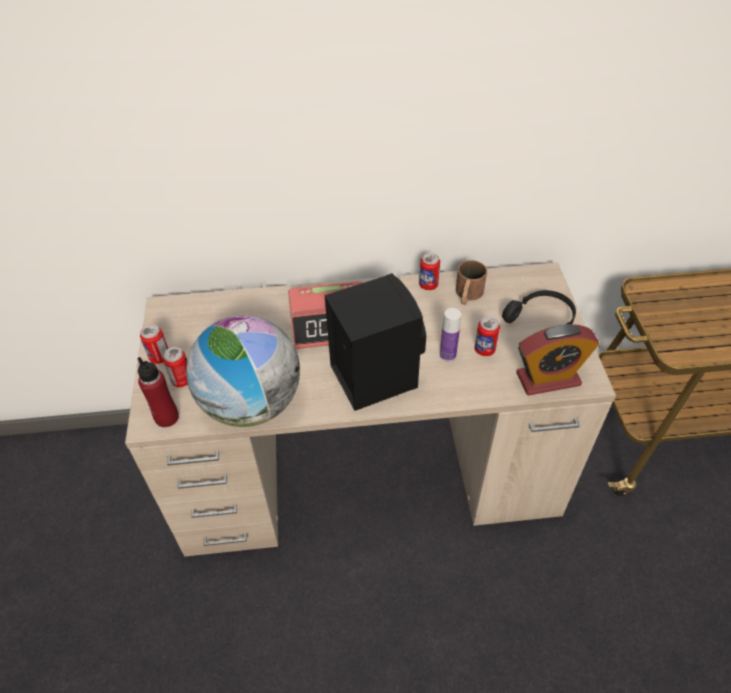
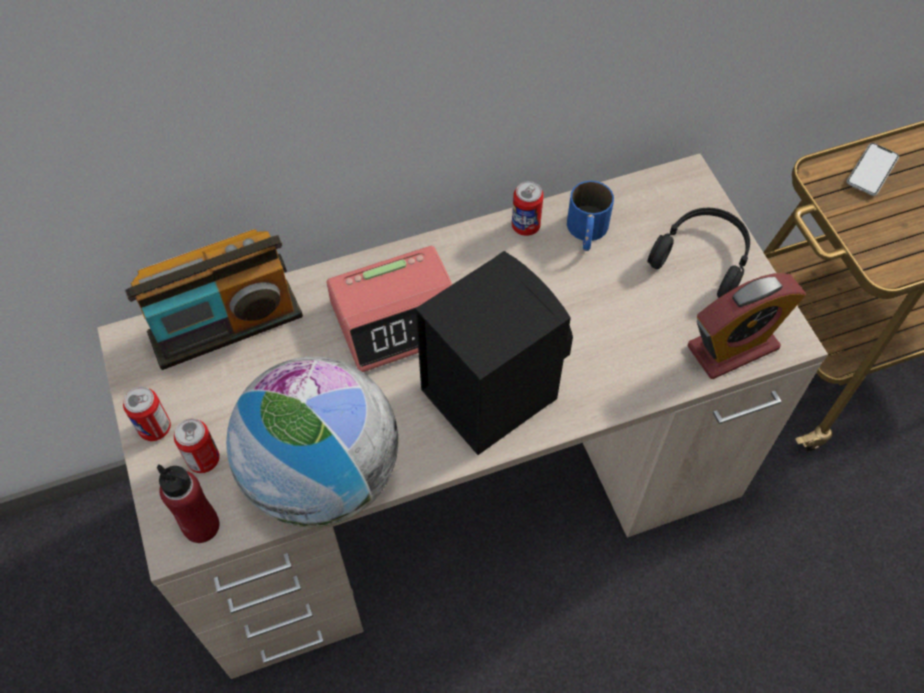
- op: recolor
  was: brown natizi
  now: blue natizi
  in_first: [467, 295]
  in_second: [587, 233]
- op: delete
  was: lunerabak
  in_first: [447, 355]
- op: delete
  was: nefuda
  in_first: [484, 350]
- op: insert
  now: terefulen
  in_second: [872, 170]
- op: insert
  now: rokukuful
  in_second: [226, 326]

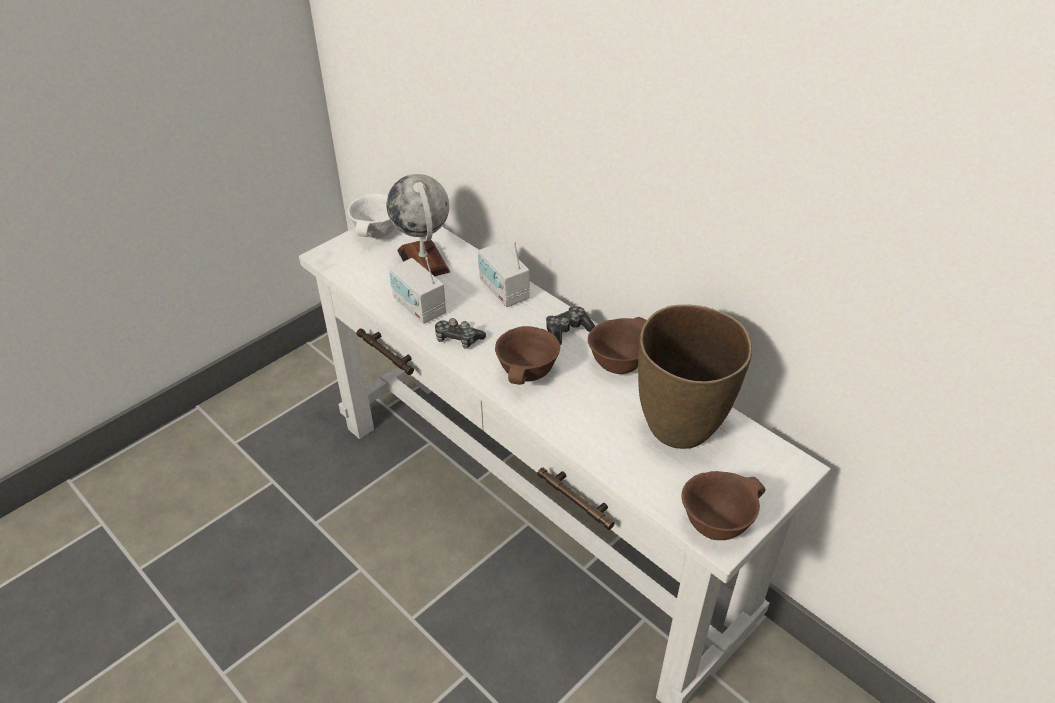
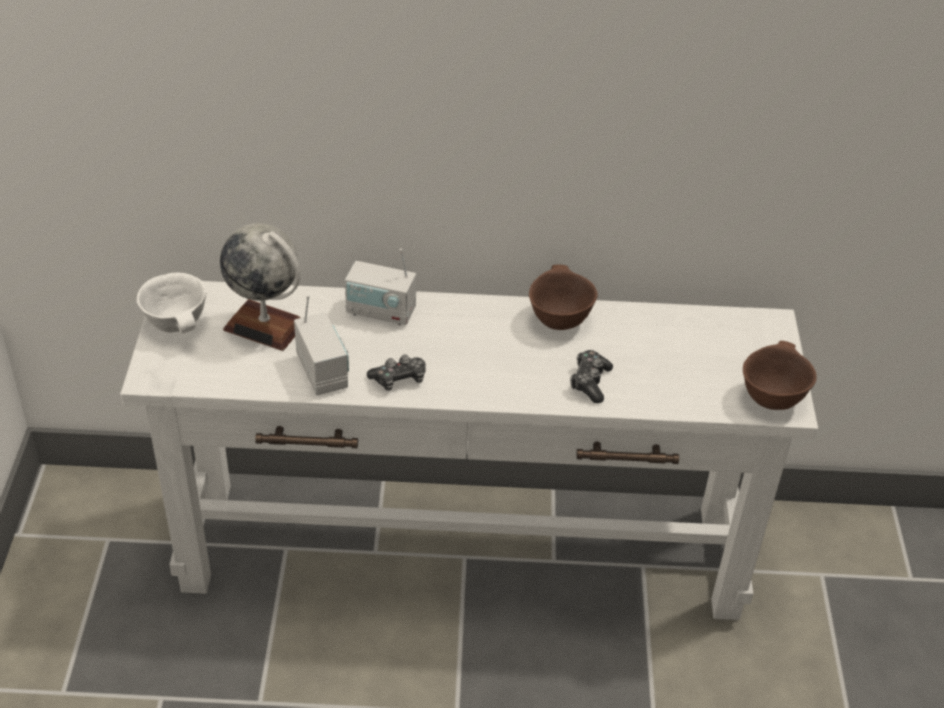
- op: rotate
  was: rokukuful
  in_first: [419, 307]
  in_second: [322, 372]
  clockwise: -120
- op: delete
  was: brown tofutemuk
  in_first: [681, 428]
- op: move
  was: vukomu
  in_first: [567, 331]
  in_second: [590, 382]
- op: delete
  was: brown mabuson
  in_first: [528, 374]

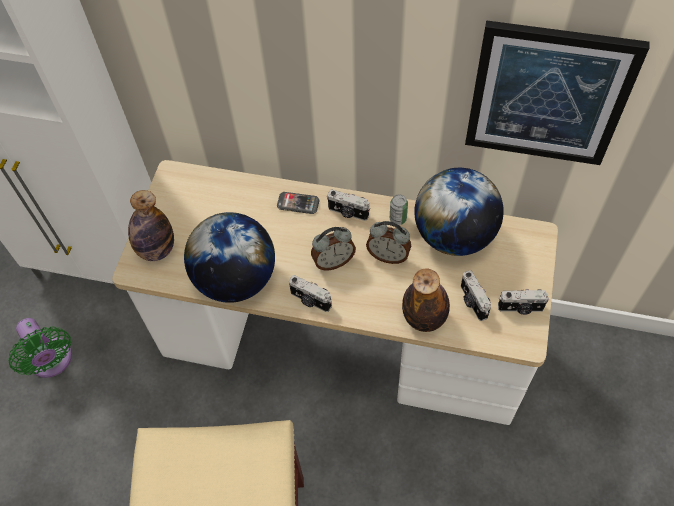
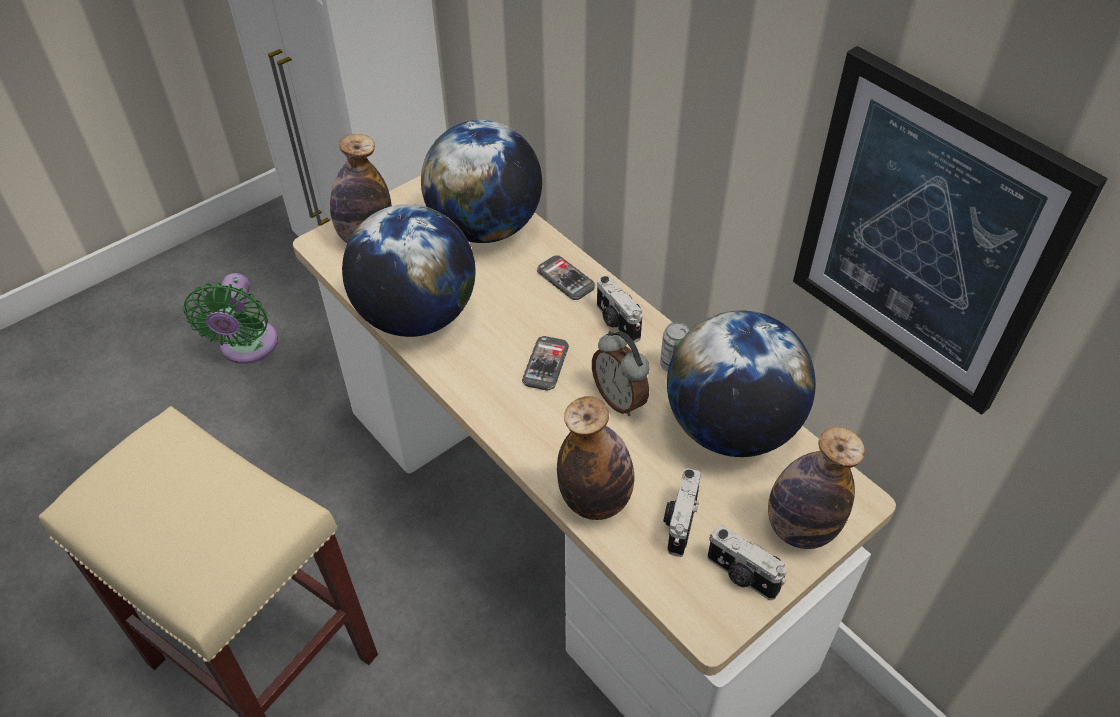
- op: replace
  was: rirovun
  now: terefulen
  in_first: [333, 261]
  in_second: [545, 364]
- op: delete
  was: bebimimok
  in_first: [310, 300]
- op: insert
  now: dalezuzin
  in_second: [485, 227]
- op: insert
  now: lunerabak
  in_second: [800, 528]

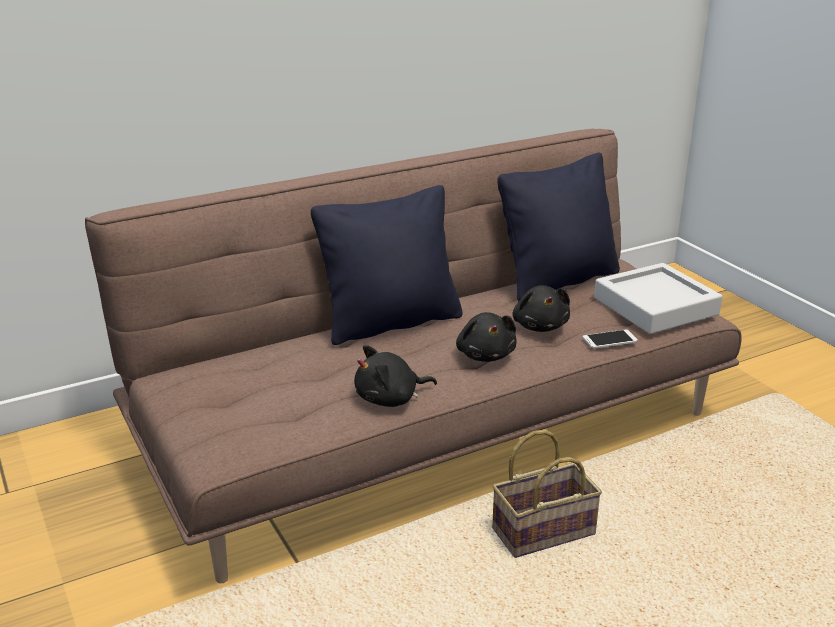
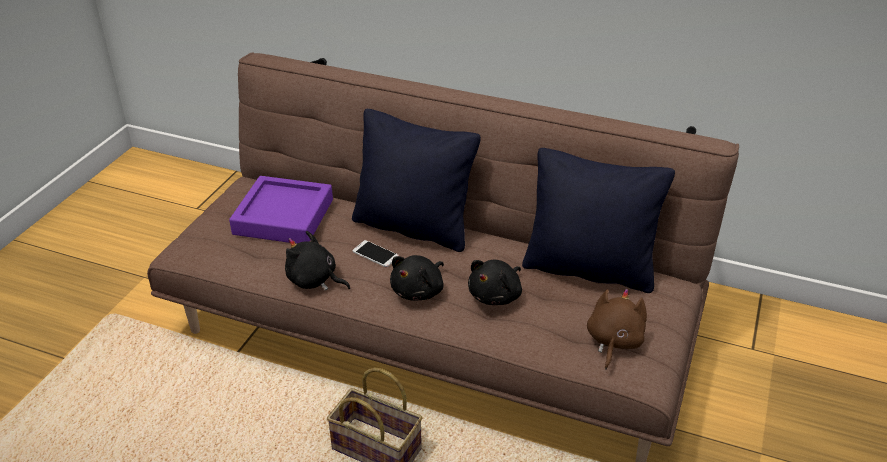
- op: replace
  was: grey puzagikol
  now: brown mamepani
  in_first: [655, 306]
  in_second: [613, 341]
- op: move
  was: terefulen
  in_first: [610, 339]
  in_second: [375, 254]
- op: insert
  now: purple puzagikol
  in_second: [283, 217]

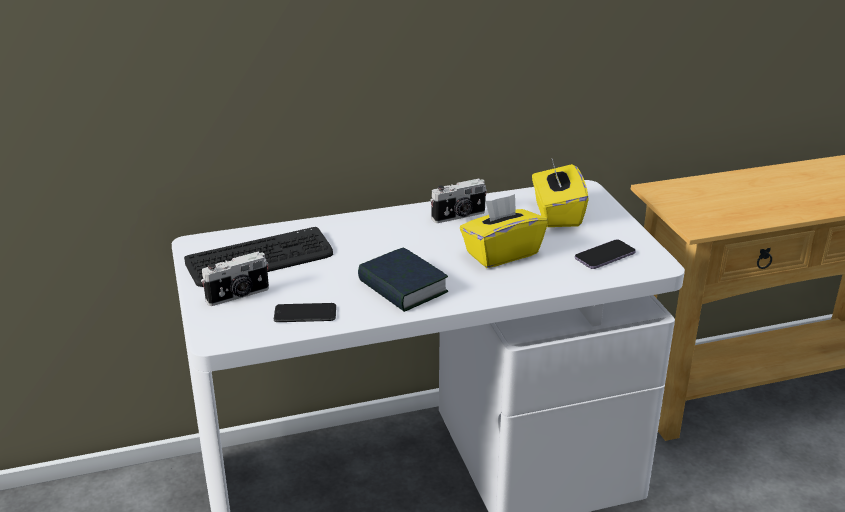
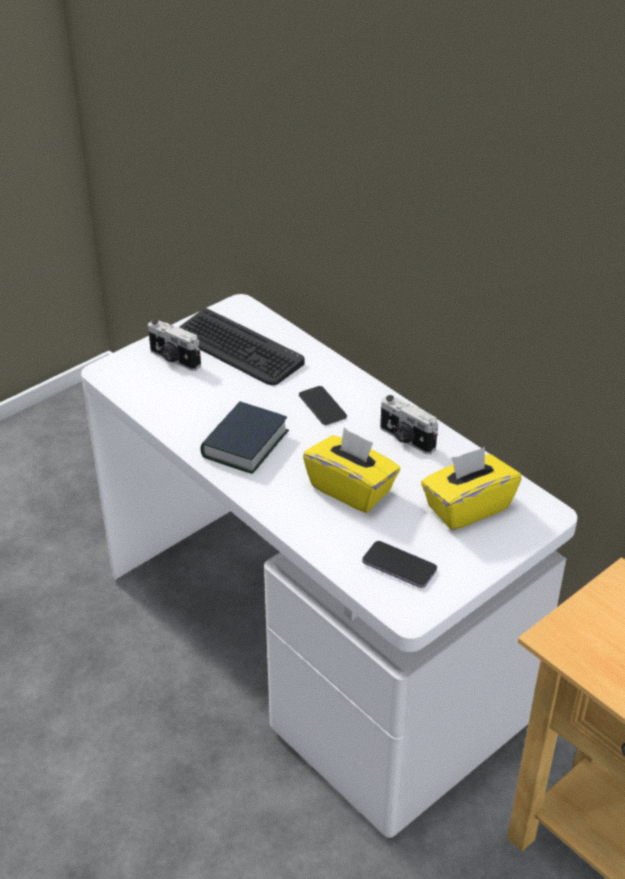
- op: move
  was: terefulen
  in_first: [305, 314]
  in_second: [322, 406]

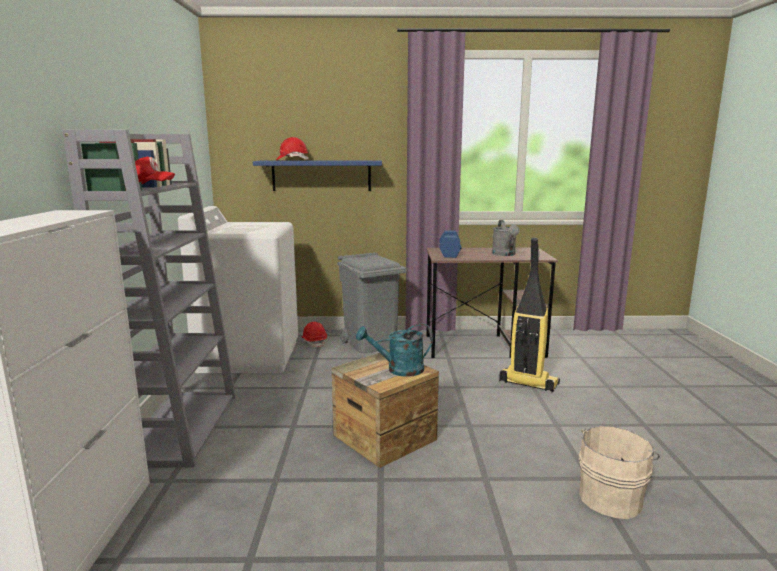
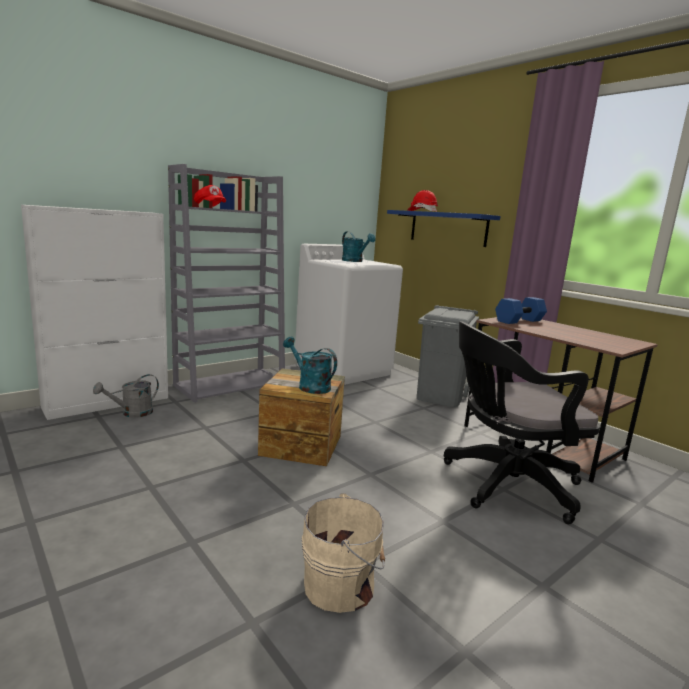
- op: move
  was: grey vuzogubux
  in_first: [505, 254]
  in_second: [132, 413]
- op: replace
  was: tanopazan
  now: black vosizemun
  in_first: [527, 383]
  in_second: [505, 484]
- op: delete
  was: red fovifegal
  in_first: [314, 342]
- op: insert
  now: turquoise vuzogubux
  in_second: [355, 261]

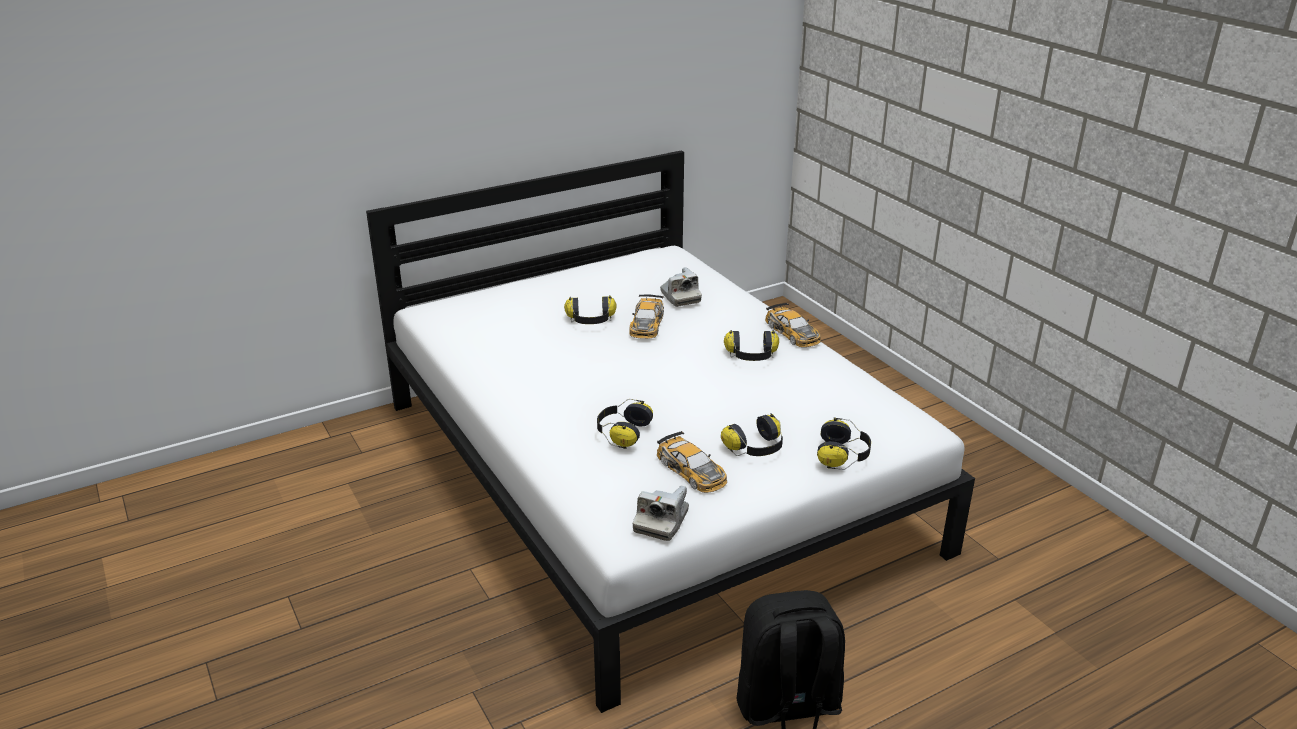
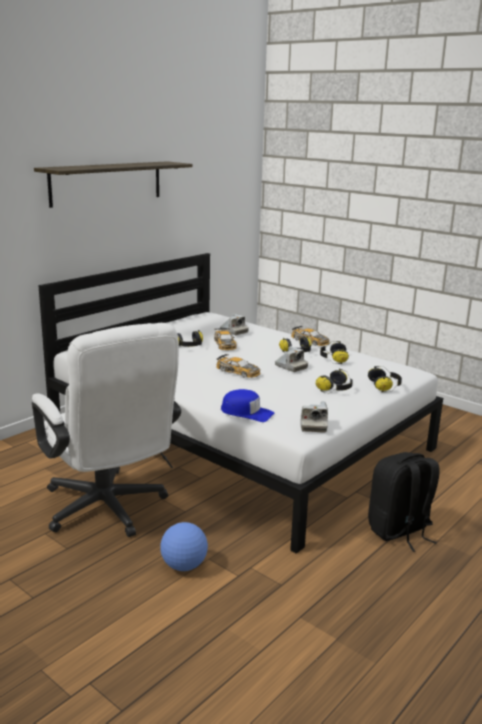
- op: move
  was: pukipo
  in_first: [622, 433]
  in_second: [333, 359]
- op: move
  was: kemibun
  in_first: [692, 471]
  in_second: [238, 371]
- op: insert
  now: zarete
  in_second: [107, 183]
- op: insert
  now: white vosizemun
  in_second: [109, 511]
- op: insert
  now: bebimimok
  in_second: [291, 367]
- op: insert
  now: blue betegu
  in_second: [247, 412]
- op: insert
  now: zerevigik
  in_second: [183, 566]

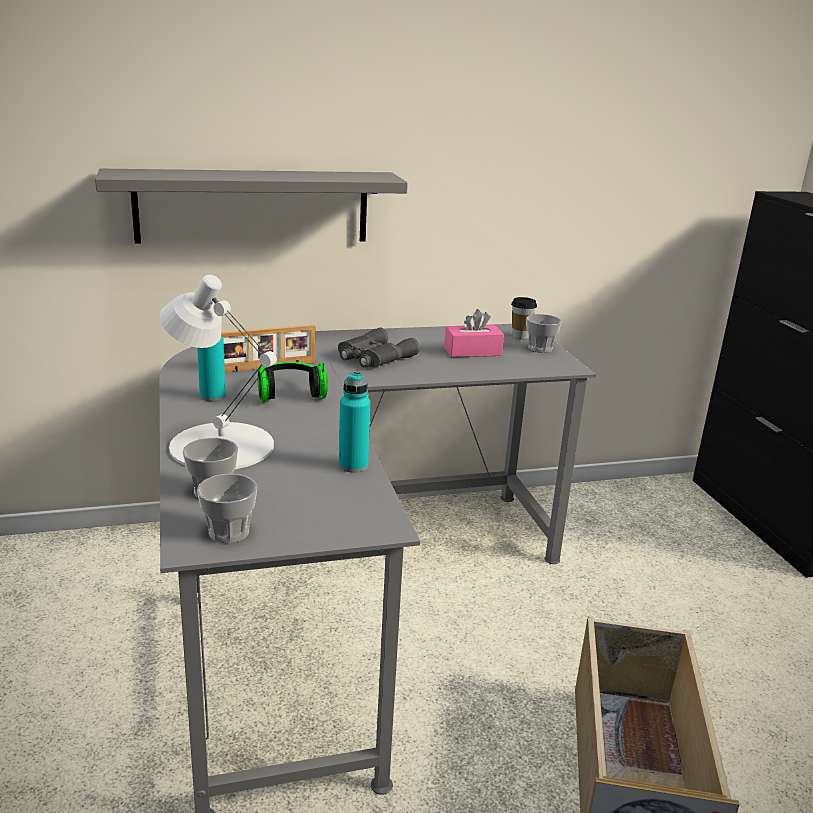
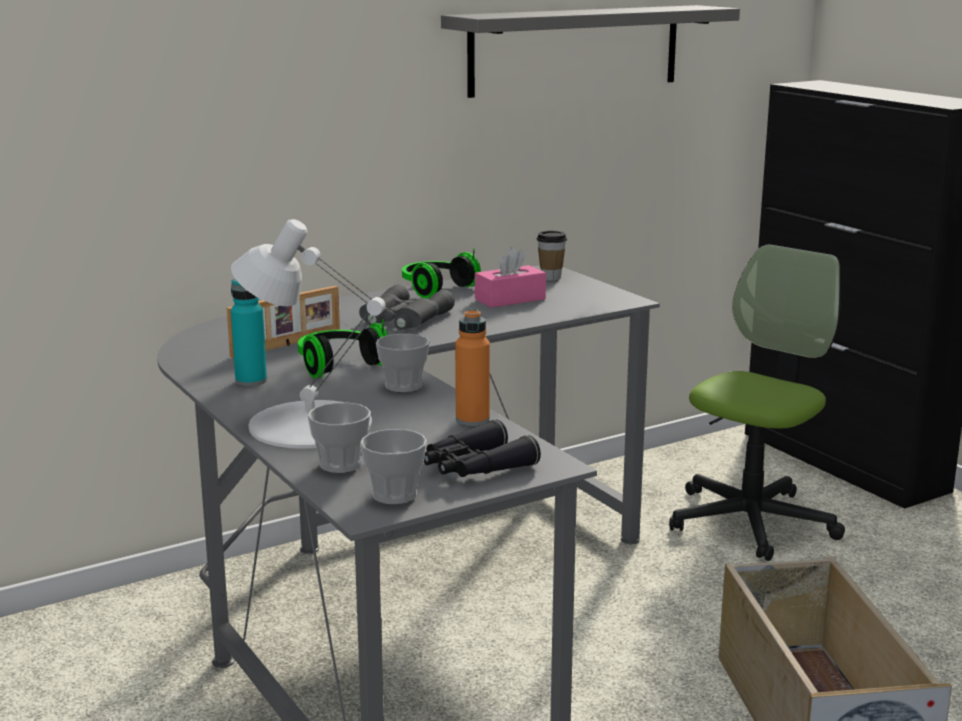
- op: move
  was: grey zarete
  in_first: [253, 206]
  in_second: [575, 49]
- op: move
  was: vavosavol
  in_first: [540, 348]
  in_second: [403, 386]
- op: recolor
  was: turquoise lunerabak
  now: orange lunerabak
  in_first: [353, 465]
  in_second: [472, 420]
- op: insert
  now: vosizemun
  in_second: [751, 521]
- op: insert
  now: pukipo
  in_second: [435, 289]
- op: insert
  now: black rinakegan
  in_second: [475, 467]

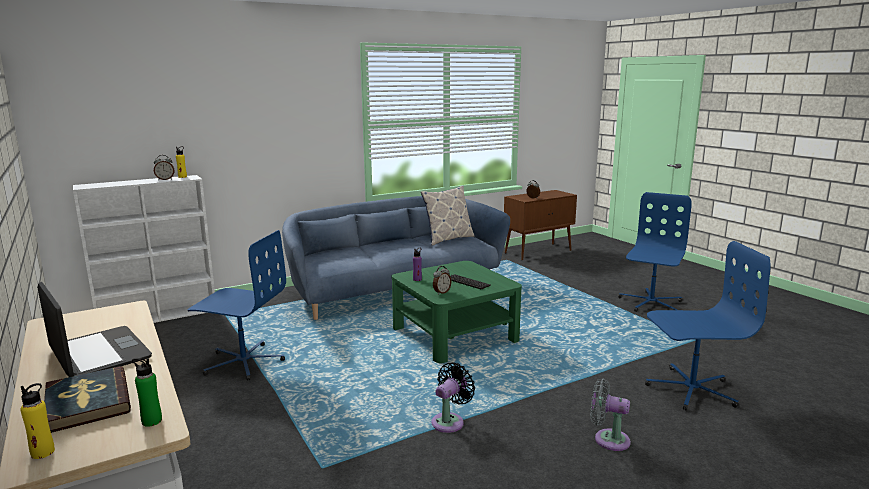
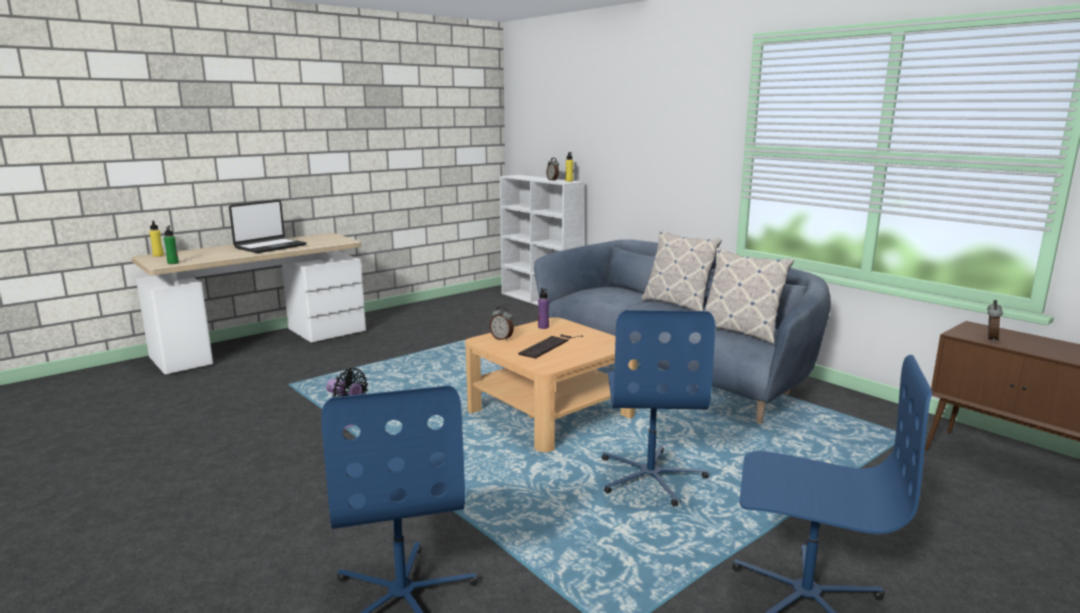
- op: move
  was: blue vosizemun
  in_first: [244, 362]
  in_second: [651, 477]
- op: recolor
  was: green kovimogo
  now: beige kovimogo
  in_first: [454, 334]
  in_second: [551, 413]
- op: delete
  was: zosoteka
  in_first: [87, 402]
- op: delete
  was: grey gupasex
  in_first: [608, 439]
- op: insert
  now: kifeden
  in_second: [677, 304]

